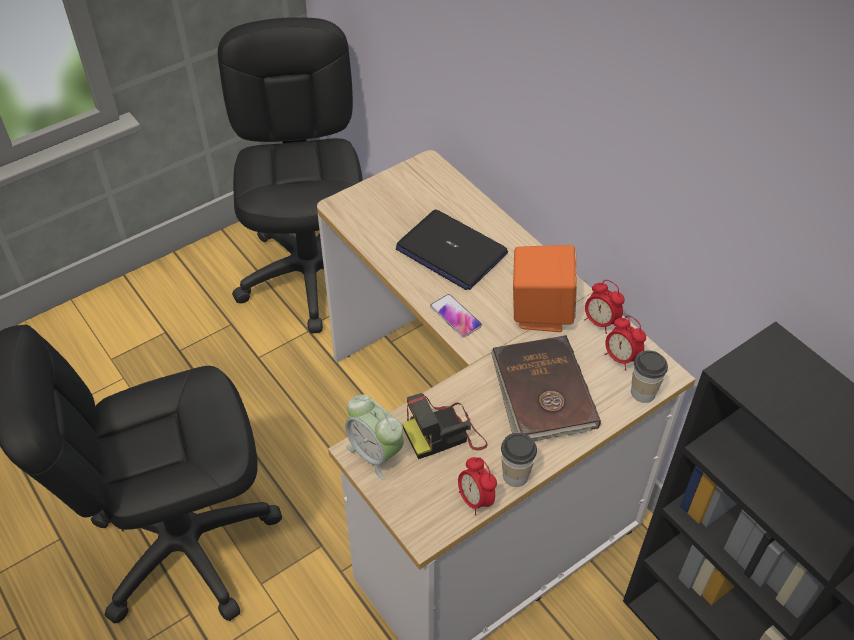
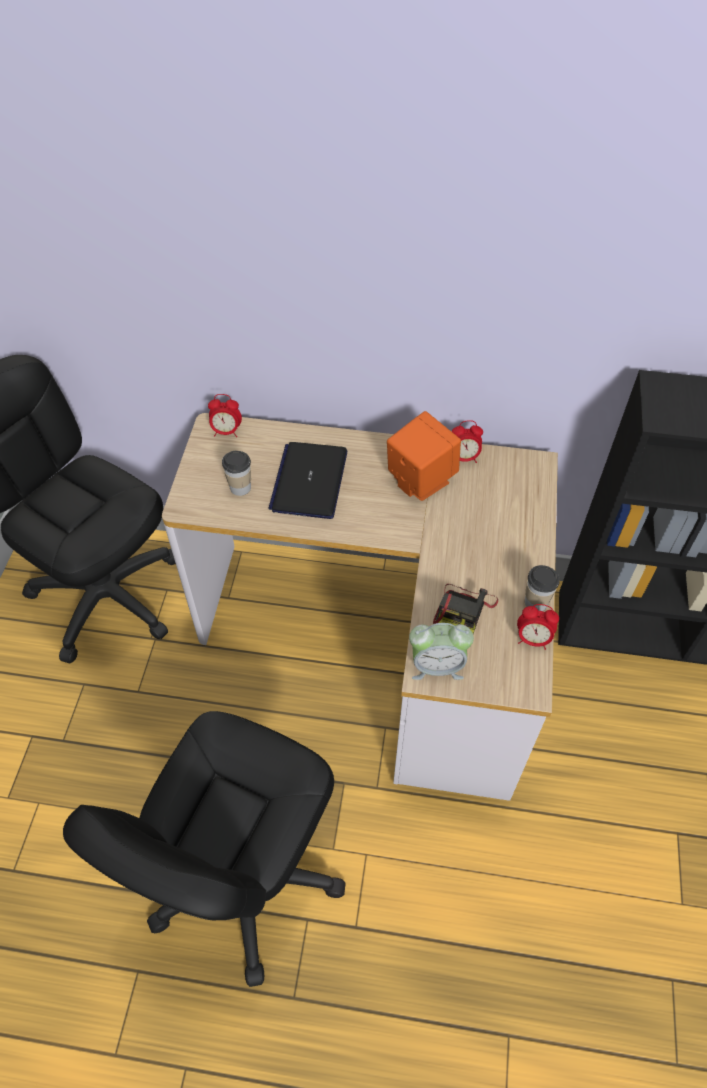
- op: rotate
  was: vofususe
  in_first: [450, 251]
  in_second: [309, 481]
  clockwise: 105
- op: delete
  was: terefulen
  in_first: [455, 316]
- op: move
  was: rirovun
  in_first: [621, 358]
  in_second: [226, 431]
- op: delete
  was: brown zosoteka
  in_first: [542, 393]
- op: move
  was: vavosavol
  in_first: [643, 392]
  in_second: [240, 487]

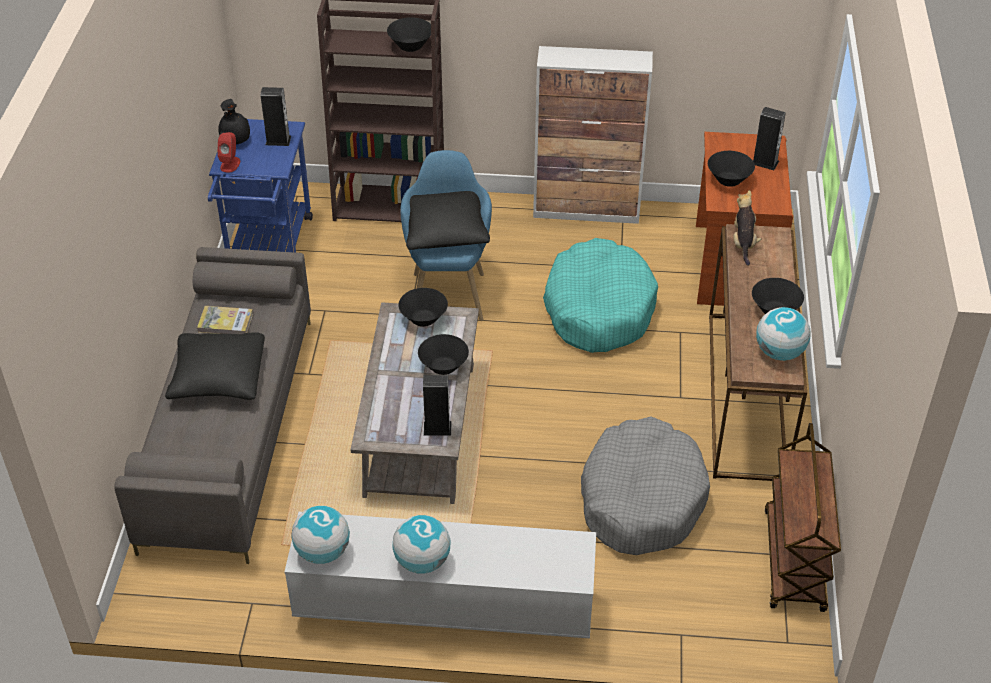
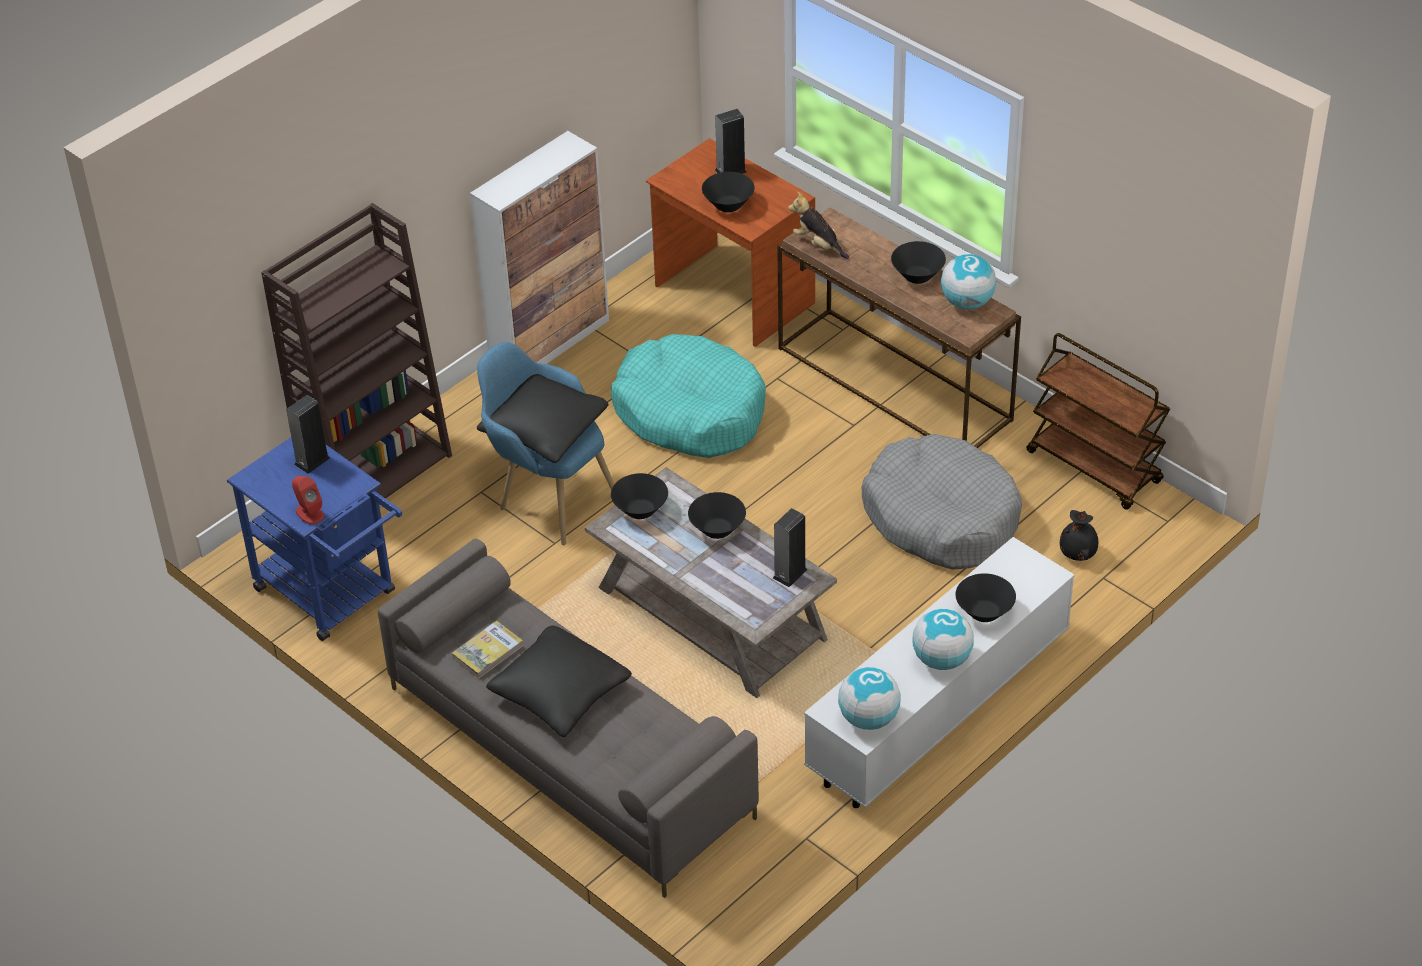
- op: move
  was: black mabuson
  in_first: [410, 46]
  in_second: [984, 612]
- op: move
  was: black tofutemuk
  in_first: [236, 141]
  in_second: [1078, 553]

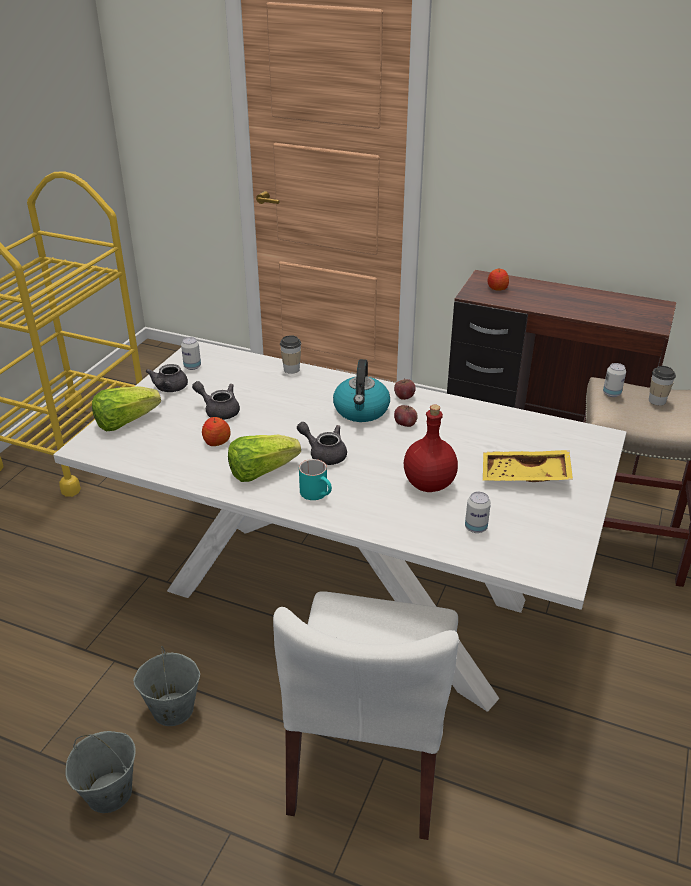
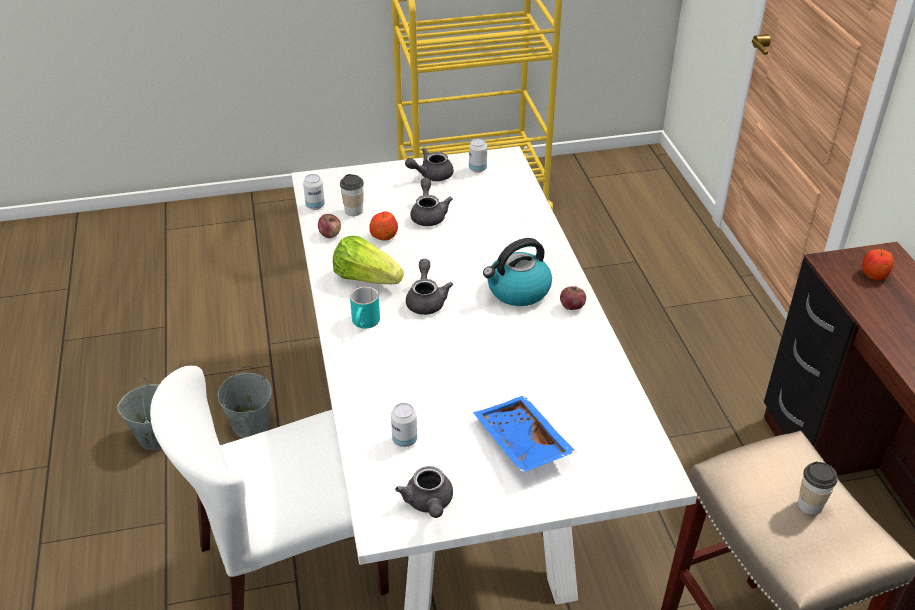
- op: move
  was: vavosavol
  in_first: [291, 369]
  in_second: [353, 211]
- op: move
  was: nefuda
  in_first: [611, 393]
  in_second: [315, 206]
- op: delete
  was: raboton
  in_first: [125, 422]
- op: delete
  was: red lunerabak
  in_first: [430, 484]
- op: move
  was: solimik
  in_first: [405, 424]
  in_second: [330, 234]
- op: recolor
  was: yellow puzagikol
  now: blue puzagikol
  in_first: [525, 477]
  in_second: [520, 443]
- op: insert
  now: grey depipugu
  in_second: [429, 503]

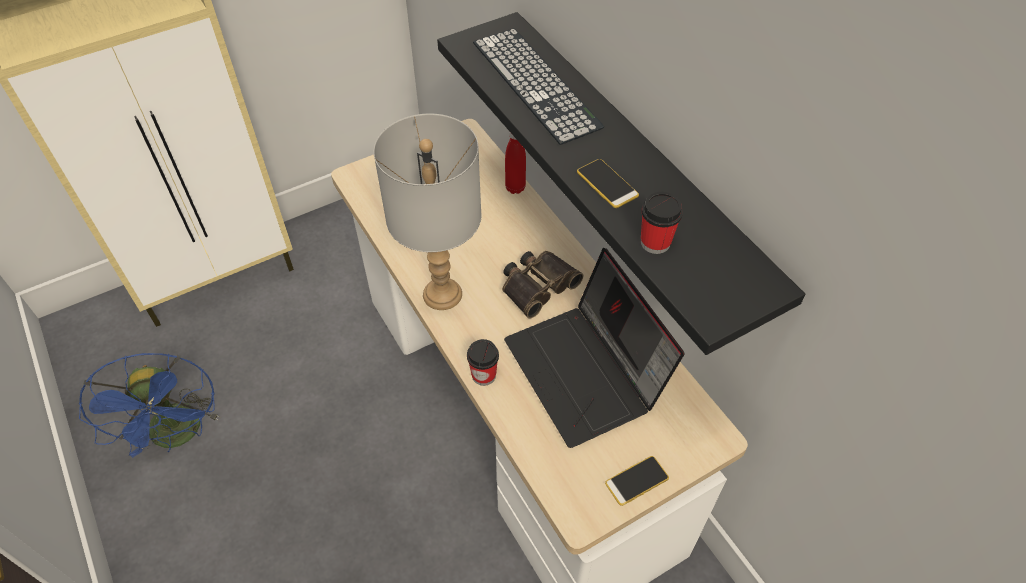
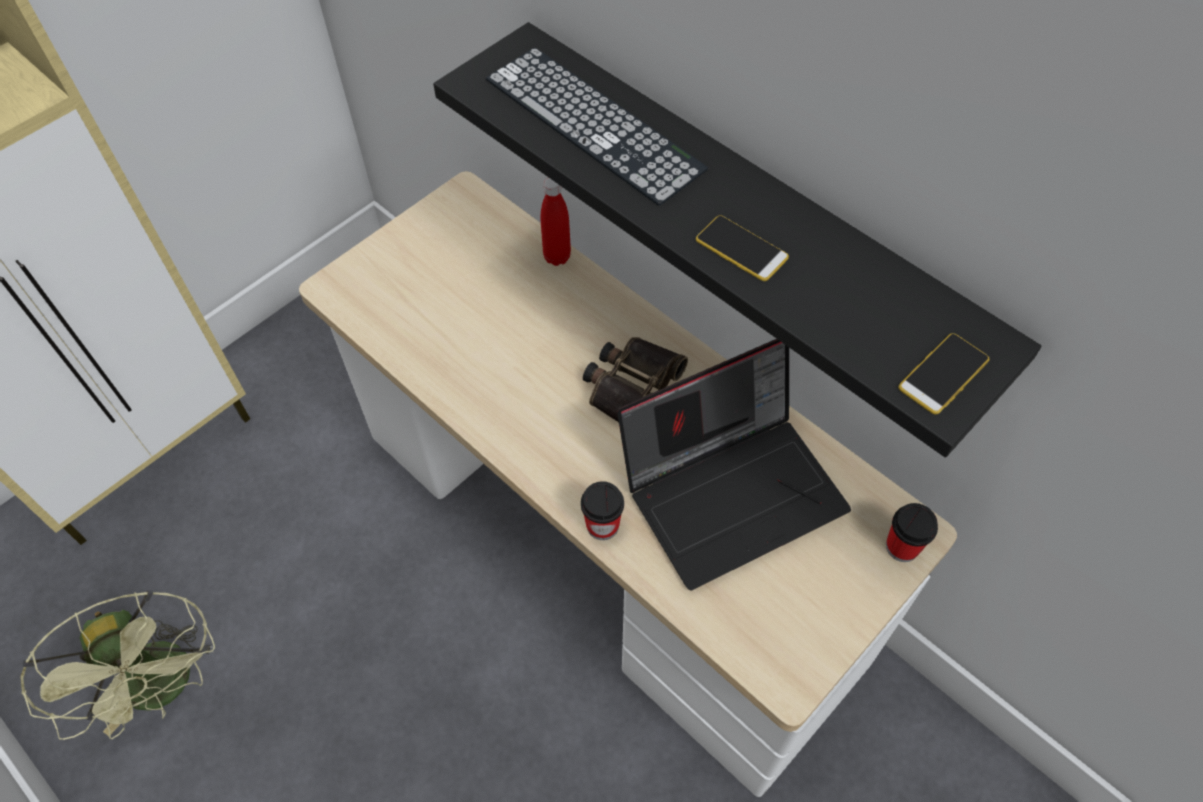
- op: delete
  was: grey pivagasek
  in_first: [443, 293]
- op: move
  was: vavosavol
  in_first: [655, 242]
  in_second: [902, 547]
- op: rotate
  was: vofususe
  in_first: [587, 373]
  in_second: [733, 489]
  clockwise: -75
- op: recolor
  was: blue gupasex
  now: green gupasex
  in_first: [179, 435]
  in_second: [165, 688]
- op: move
  was: terefulen
  in_first: [637, 481]
  in_second: [943, 374]

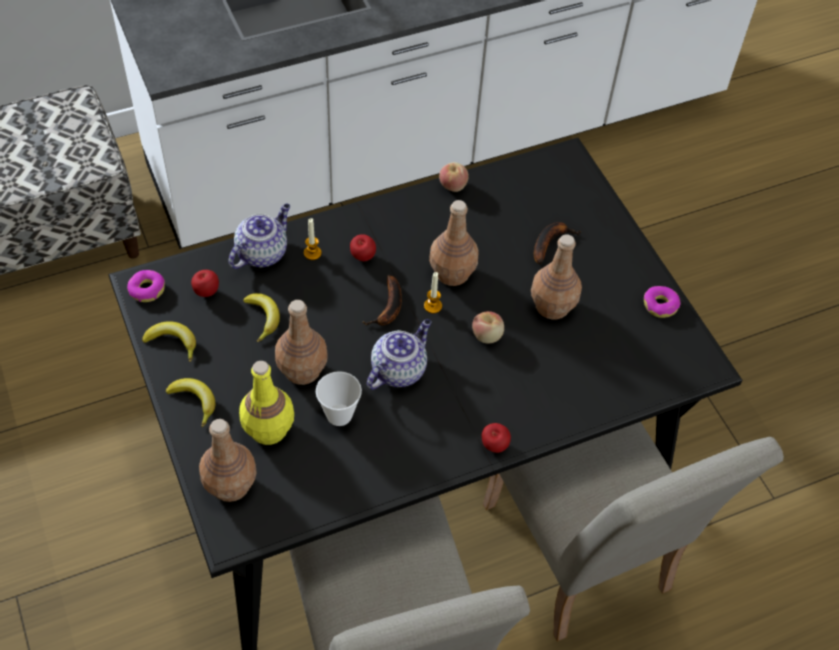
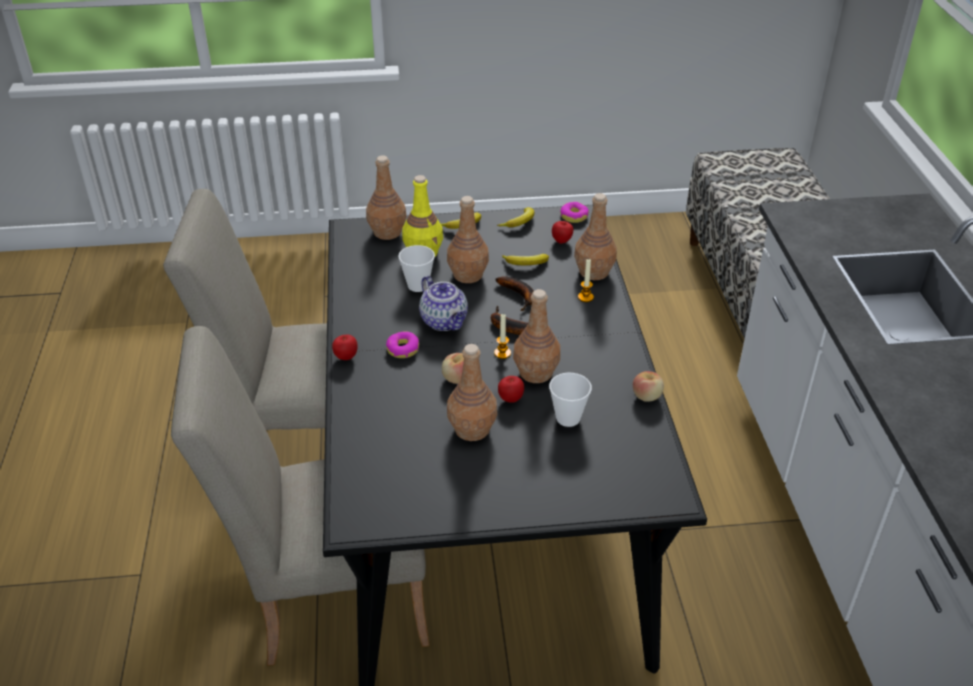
- op: replace
  was: depipugu
  now: brown lunerabak
  in_first: [262, 252]
  in_second: [594, 272]
- op: move
  was: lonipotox
  in_first: [550, 242]
  in_second: [520, 296]
- op: move
  was: solimik
  in_first: [362, 257]
  in_second: [510, 399]
- op: move
  was: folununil
  in_first: [660, 305]
  in_second: [402, 349]
- op: insert
  now: vavosavol
  in_second: [568, 418]

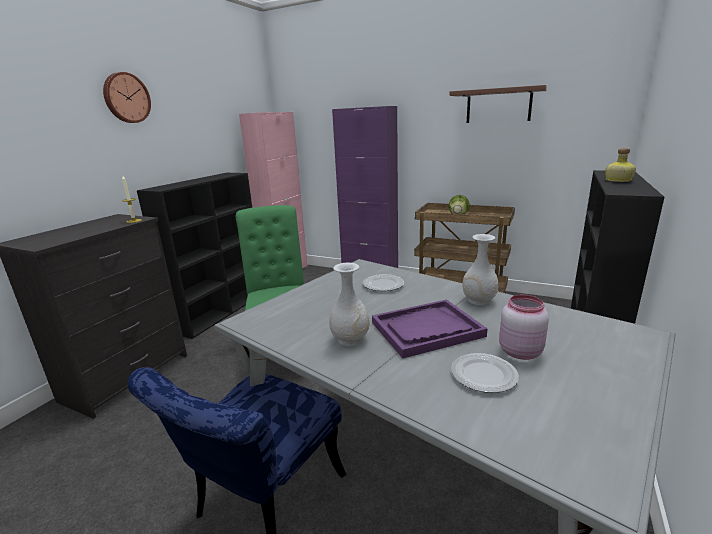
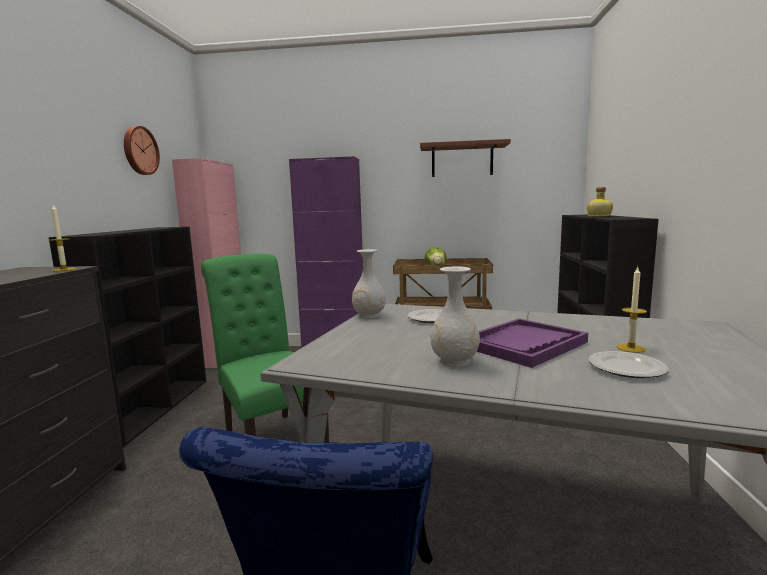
- op: move
  was: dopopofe
  in_first: [126, 98]
  in_second: [139, 150]
- op: move
  was: white tofutemuk
  in_first: [478, 300]
  in_second: [369, 315]
- op: replace
  was: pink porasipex
  now: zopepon
  in_first: [519, 351]
  in_second: [631, 348]

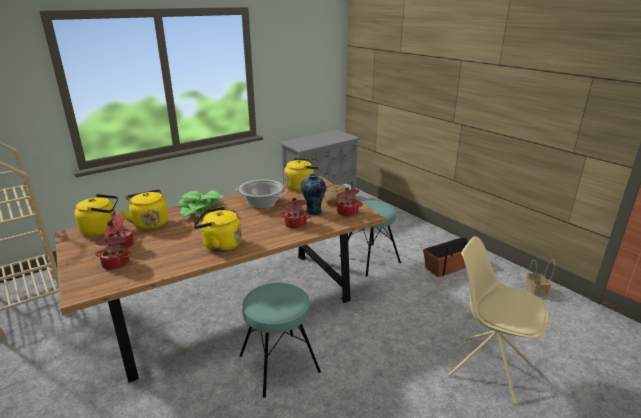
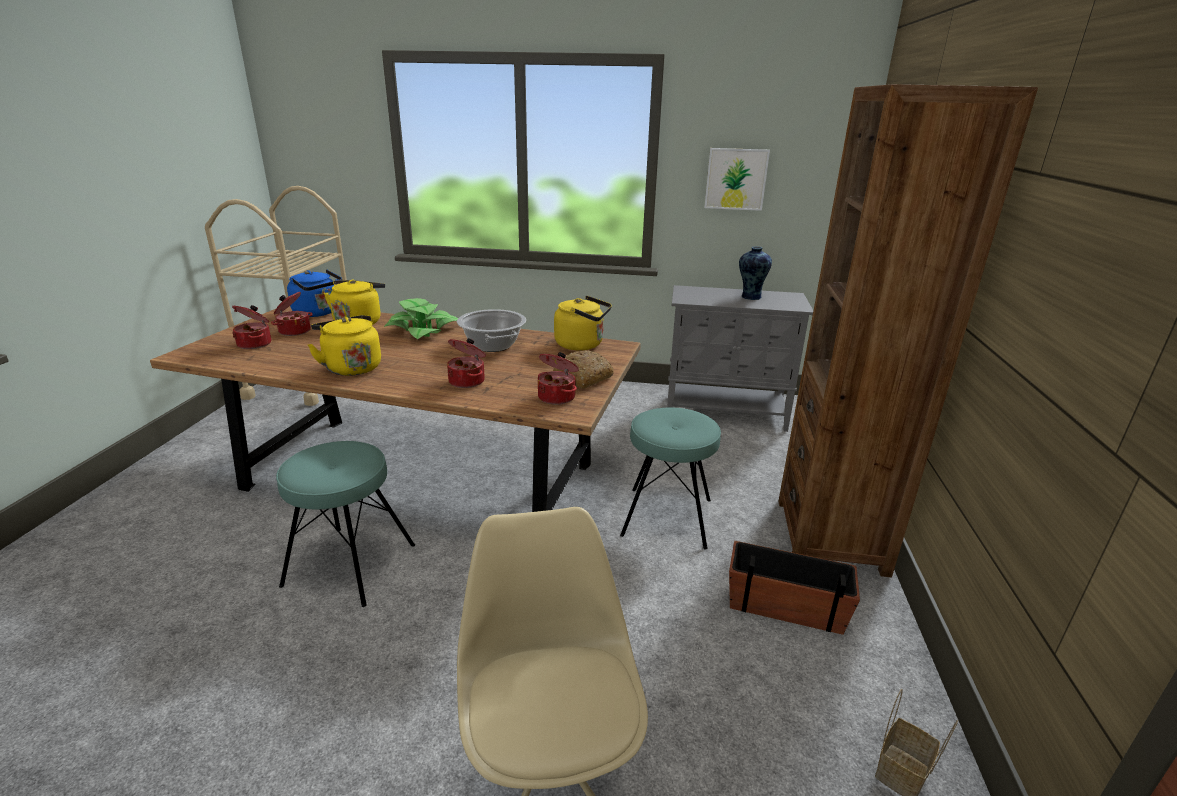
- op: move
  was: tofutemuk
  in_first: [313, 212]
  in_second: [750, 297]
- op: recolor
  was: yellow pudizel
  now: blue pudizel
  in_first: [102, 229]
  in_second: [318, 313]
- op: insert
  now: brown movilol
  in_second: [830, 536]
- op: insert
  now: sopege
  in_second: [736, 179]

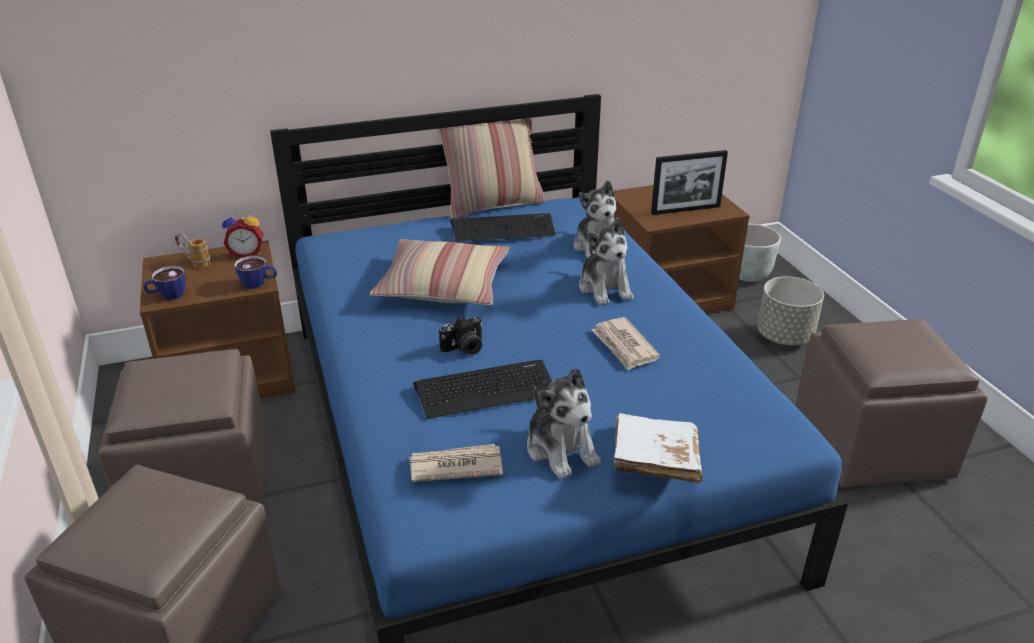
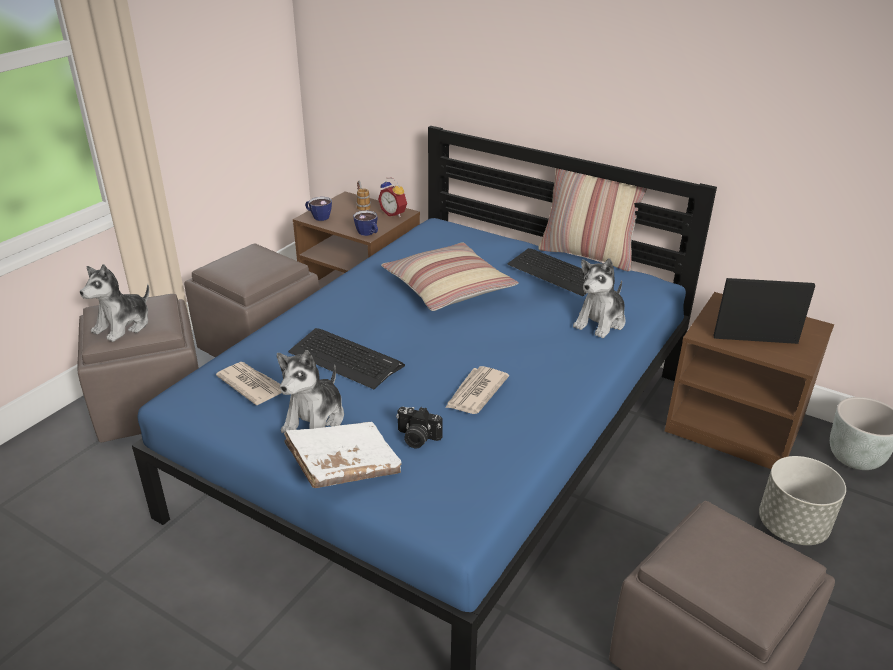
- op: rotate
  was: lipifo
  in_first: [685, 210]
  in_second: [755, 339]
  clockwise: 150
- op: move
  was: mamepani
  in_first: [605, 288]
  in_second: [123, 325]
- op: move
  was: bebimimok
  in_first: [464, 348]
  in_second: [417, 438]

